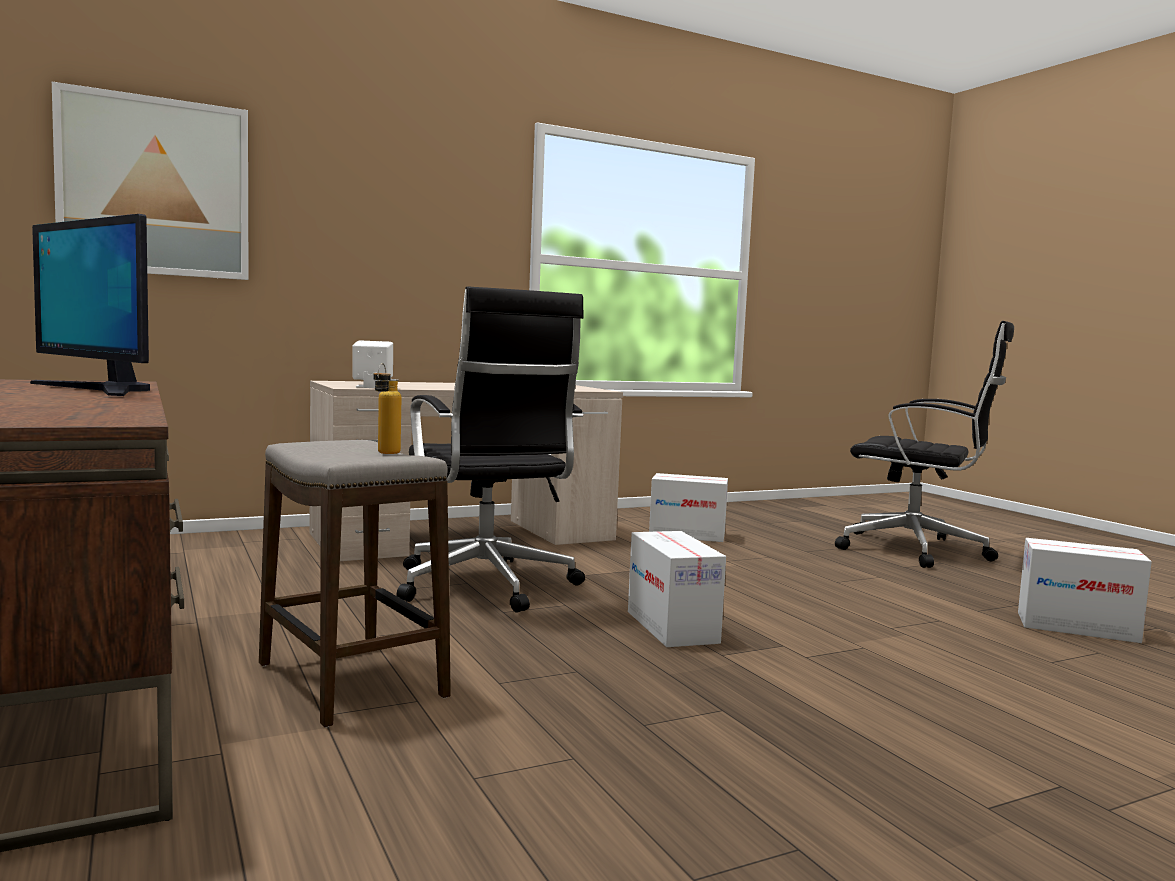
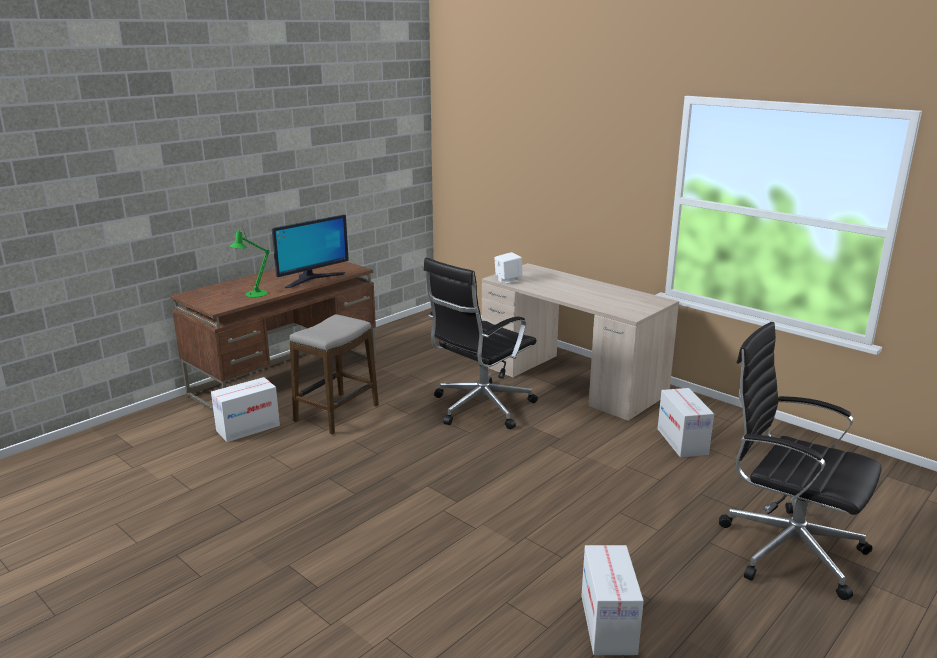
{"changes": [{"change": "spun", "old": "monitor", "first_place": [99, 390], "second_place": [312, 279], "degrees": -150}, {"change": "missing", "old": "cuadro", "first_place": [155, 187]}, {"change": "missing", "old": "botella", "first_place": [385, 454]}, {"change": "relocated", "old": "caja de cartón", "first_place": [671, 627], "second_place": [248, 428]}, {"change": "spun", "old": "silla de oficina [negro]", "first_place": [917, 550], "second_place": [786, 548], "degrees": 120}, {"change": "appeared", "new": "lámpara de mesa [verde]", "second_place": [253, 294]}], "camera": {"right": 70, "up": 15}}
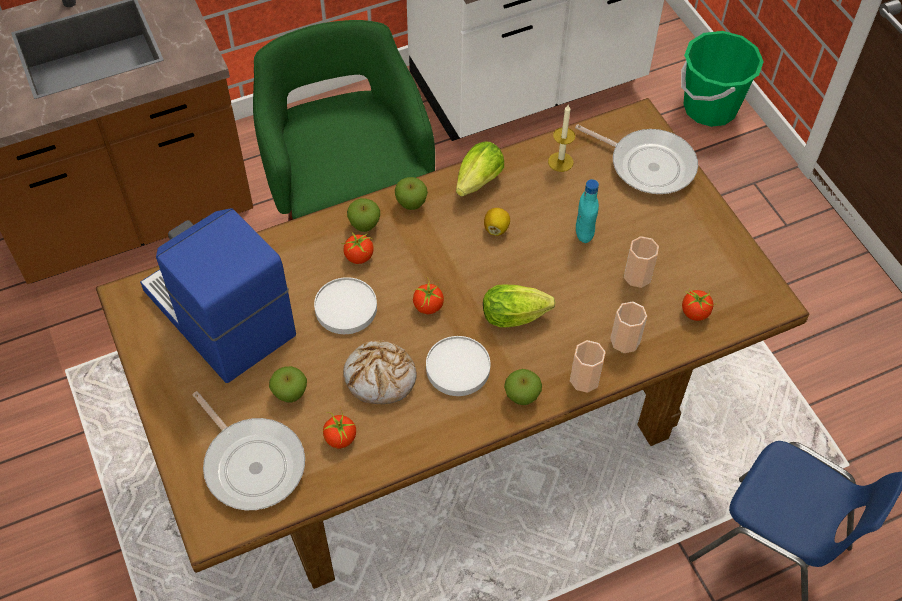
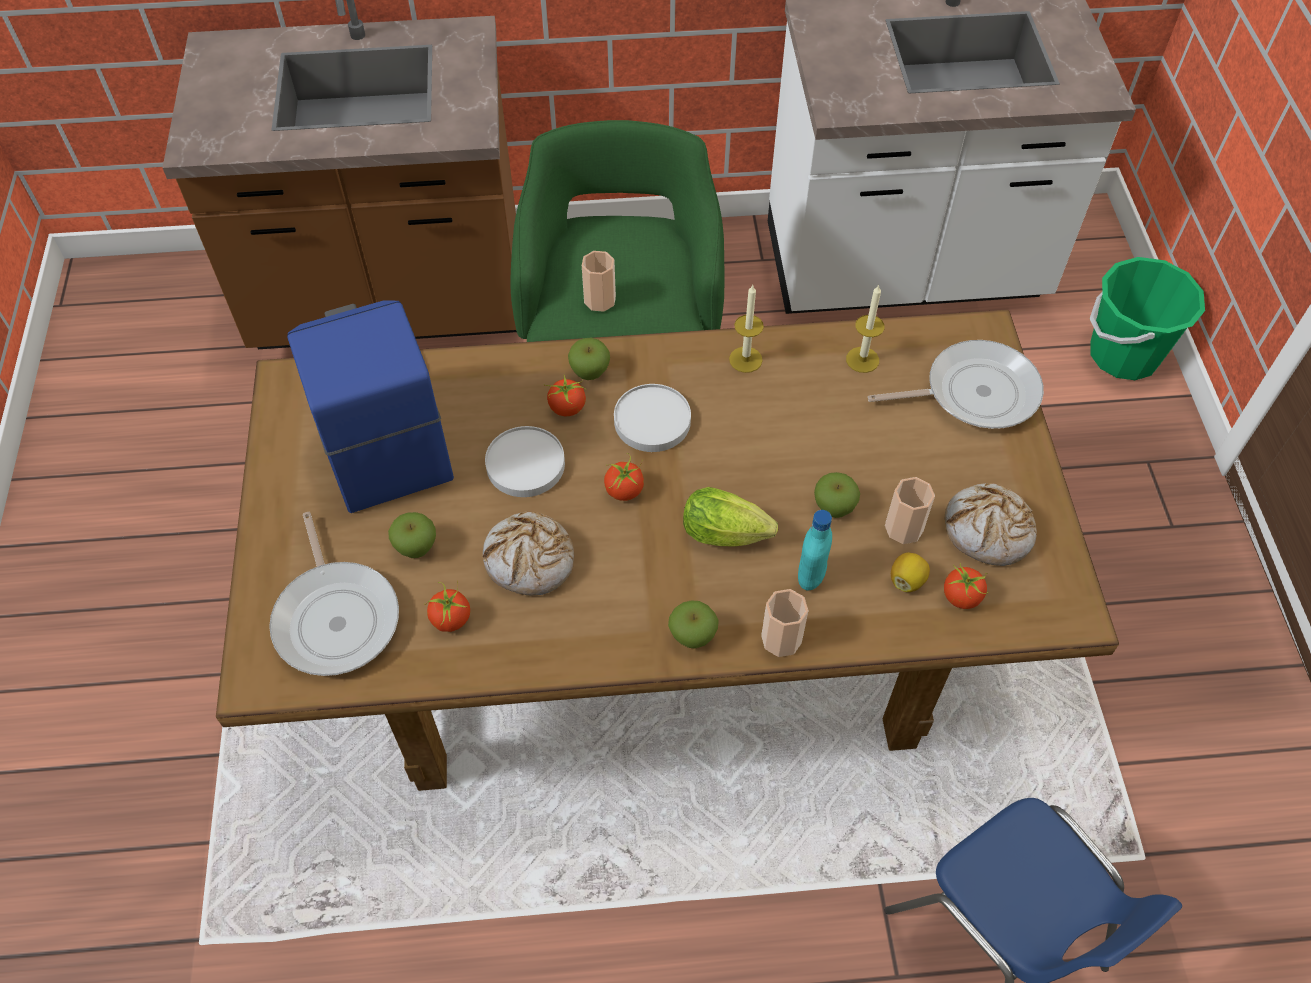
{"changes": [{"change": "relocated", "old": "manzana", "first_place": [411, 203], "second_place": [834, 508]}, {"change": "relocated", "old": "plato [blanco]", "first_place": [458, 368], "second_place": [652, 421]}, {"change": "exchanged", "old": "lechuga", "new": "vela", "first_place": [476, 184], "second_place": [745, 359]}, {"change": "relocated", "old": "limón", "first_place": [496, 228], "second_place": [907, 580]}, {"change": "spun", "old": "sartén", "first_place": [648, 165], "second_place": [974, 392], "degrees": -60}, {"change": "relocated", "old": "botella [turquesa]", "first_place": [584, 233], "second_place": [811, 576]}, {"change": "relocated", "old": "taza", "first_place": [625, 341], "second_place": [600, 300]}, {"change": "appeared", "new": "pan", "second_place": [988, 531]}], "camera": {"right": 20, "up": 0}}
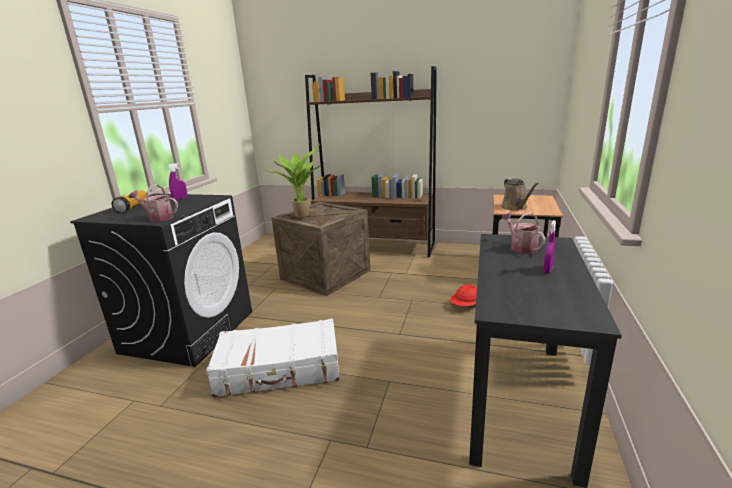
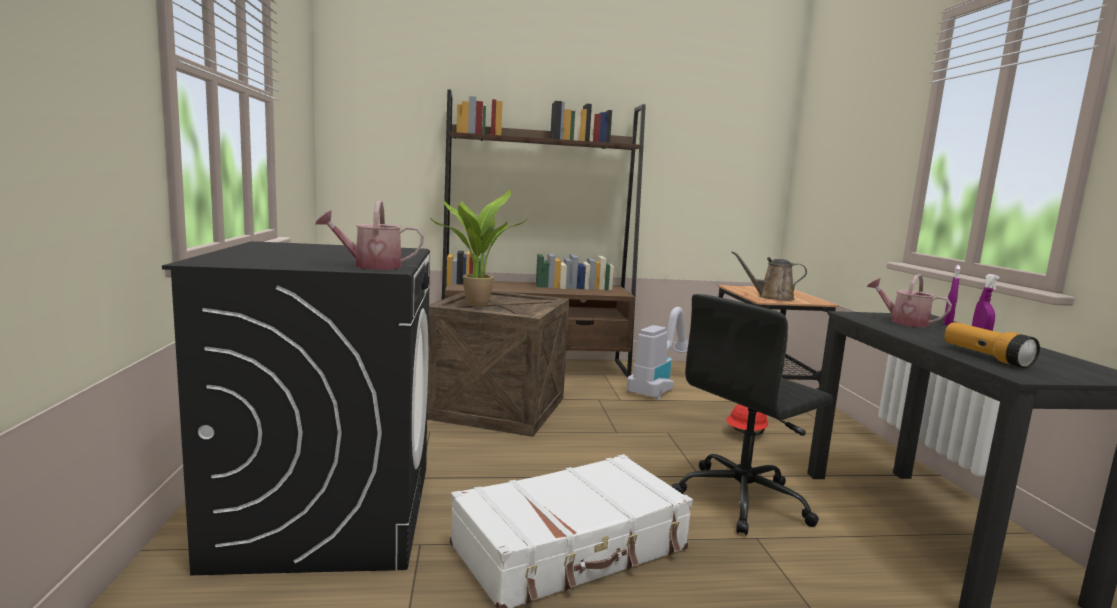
{"changes": [{"change": "relocated", "old": "linterna", "first_place": [133, 207], "second_place": [985, 357]}, {"change": "relocated", "old": "pulverizador [morado]", "first_place": [180, 198], "second_place": [947, 324]}, {"change": "spun", "old": "regadera [marrón]", "first_place": [515, 207], "second_place": [772, 297], "degrees": 135}, {"change": "appeared", "new": "aspiradora", "second_place": [658, 386]}, {"change": "appeared", "new": "silla de oficina [negro]", "second_place": [743, 499]}], "camera": {"right": -25, "up": -10}}
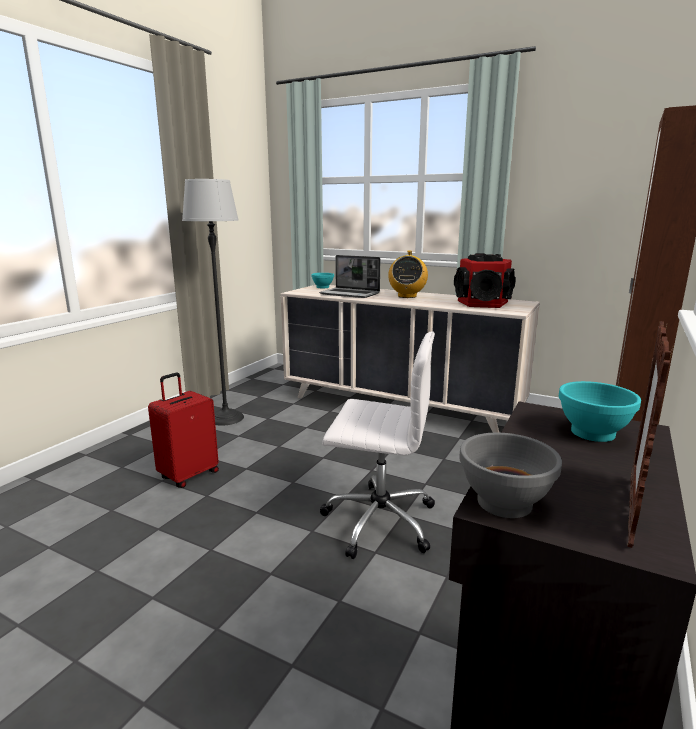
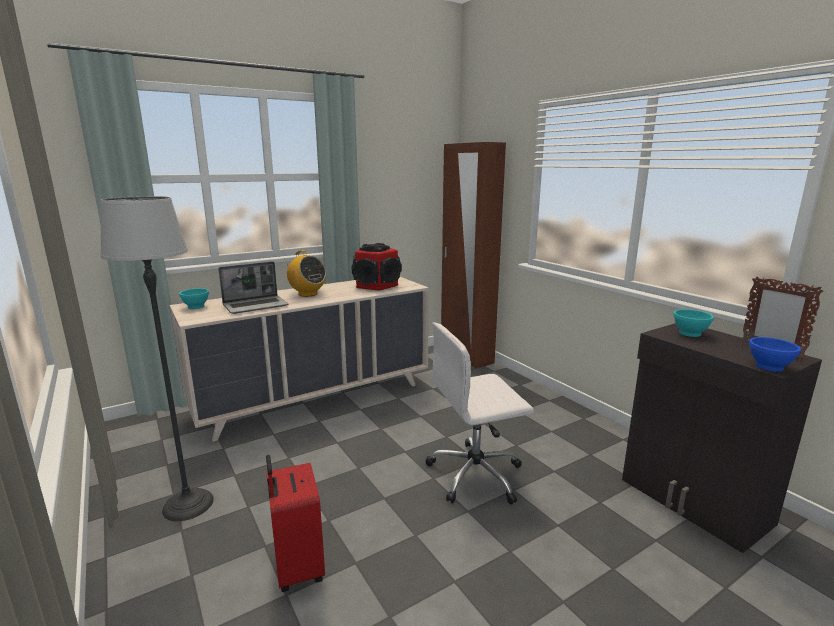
{"changes": [{"change": "spun", "old": "silla de oficina [blanco]", "first_place": [377, 520], "second_place": [476, 474], "degrees": -150}, {"change": "colour", "old": "cuenco [gris]", "new": "cuenco [azul]", "first_place": [502, 503], "second_place": [769, 367]}], "camera": {"right": -60, "up": 0}}
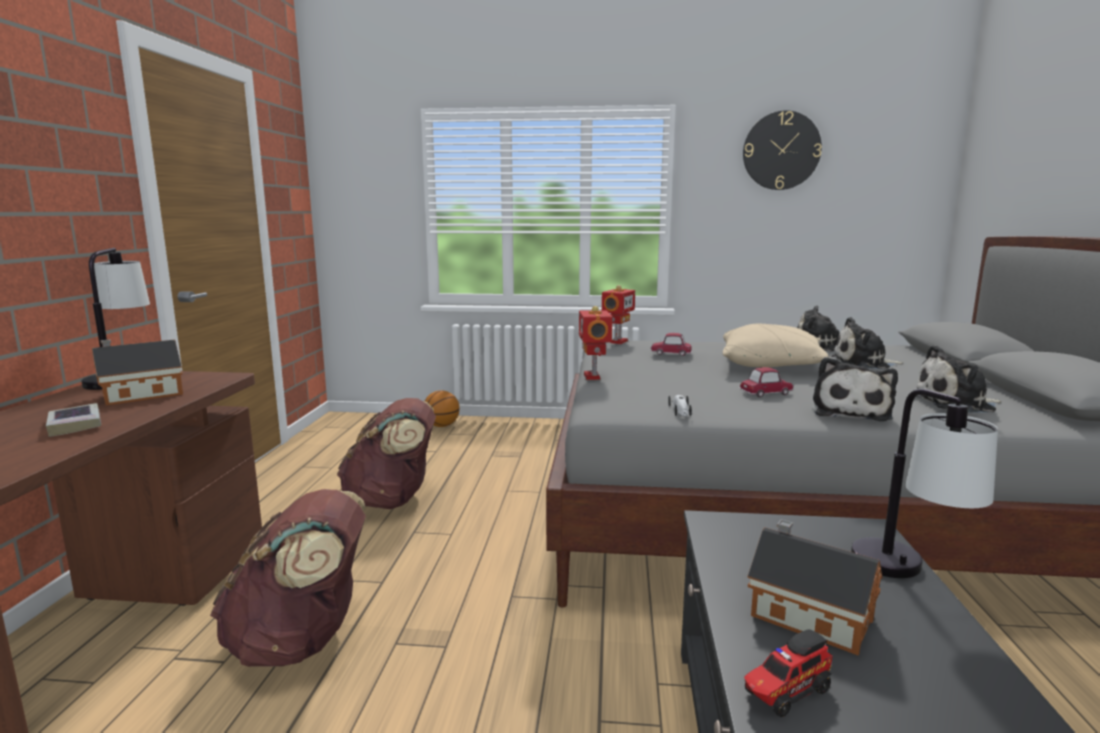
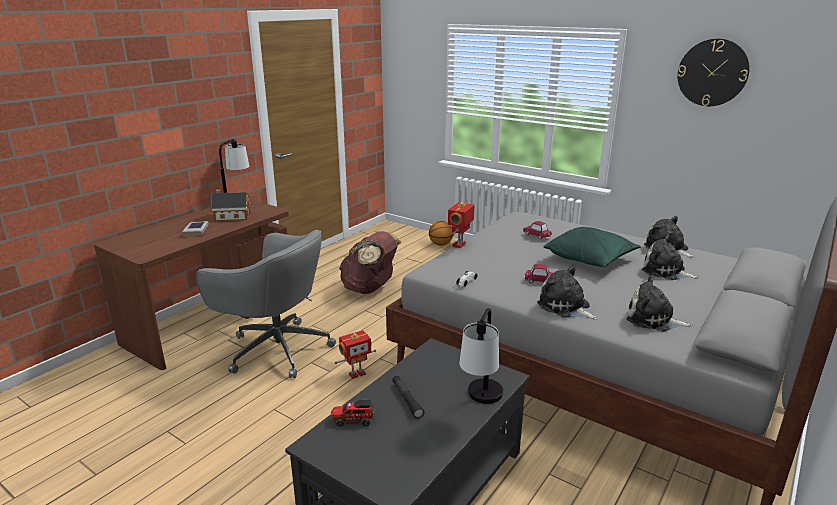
{"changes": [{"change": "exchanged", "old": "mochila [marrón]", "new": "silla de oficina [gris]", "first_place": [302, 641], "second_place": [276, 349]}, {"change": "relocated", "old": "robot de juguete", "first_place": [617, 341], "second_place": [356, 373]}, {"change": "colour", "old": "cojín [beis]", "new": "cojín [verde]", "first_place": [771, 365], "second_place": [590, 259]}, {"change": "exchanged", "old": "casita", "new": "linterna [negro]", "first_place": [806, 615], "second_place": [407, 400]}, {"change": "spun", "old": "peluche", "first_place": [850, 412], "second_place": [565, 307], "degrees": 90}], "camera": {"right": 30, "up": 10}}
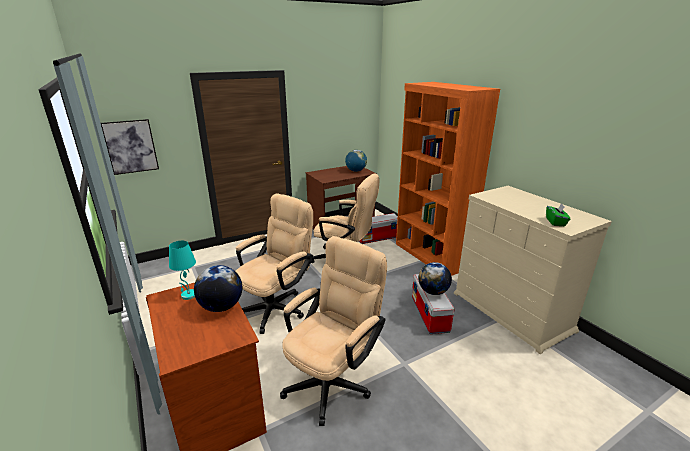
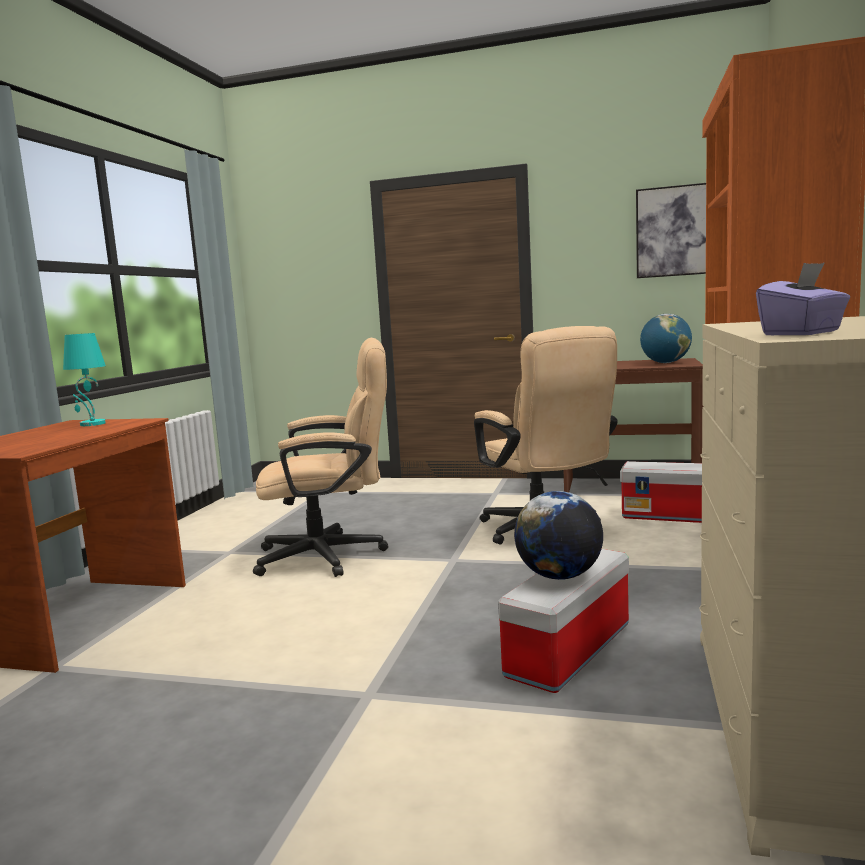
{"changes": [{"change": "relocated", "old": "cuadro", "first_place": [131, 146], "second_place": [673, 231]}, {"change": "missing", "old": "globo terráqueo", "first_place": [221, 307]}, {"change": "missing", "old": "silla de oficina [beis]", "first_place": [333, 379]}, {"change": "colour", "old": "caja de pañuelos [verde]", "new": "caja de pañuelos [morado]", "first_place": [555, 222], "second_place": [802, 333]}], "camera": {"right": 45, "up": -15}}
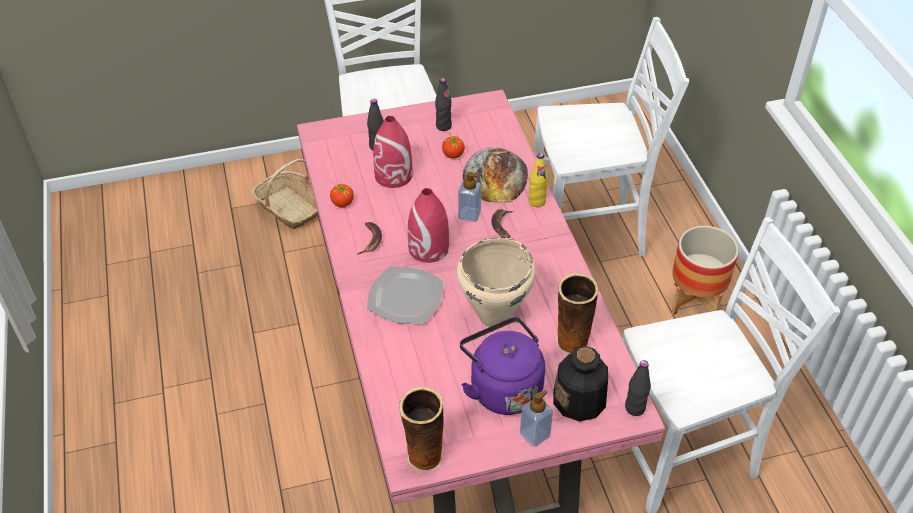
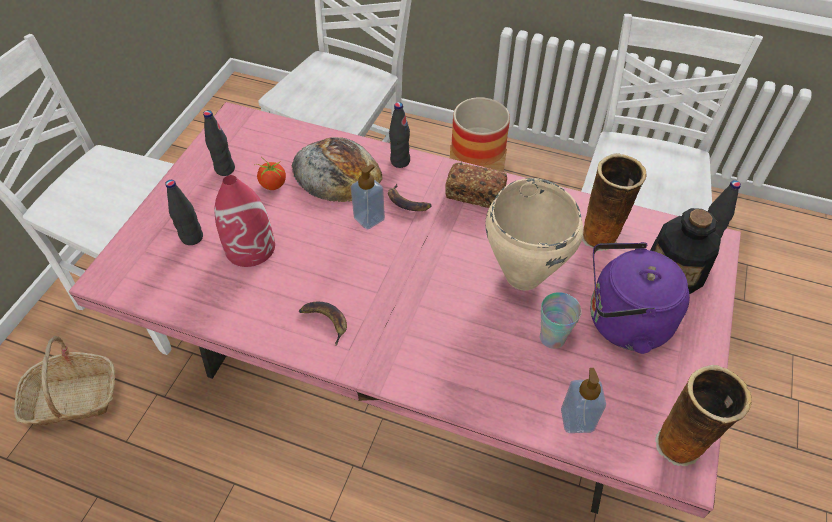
{"changes": [{"change": "missing", "old": "tomate", "first_place": [342, 203]}, {"change": "missing", "old": "plato", "first_place": [406, 297]}, {"change": "missing", "old": "florero [rojo]", "first_place": [428, 248]}, {"change": "relocated", "old": "dispensador de jabón", "first_place": [535, 434], "second_place": [577, 419]}, {"change": "colour", "old": "botella [amarillo]", "new": "botella [negro]", "first_place": [537, 201], "second_place": [400, 161]}, {"change": "appeared", "new": "pan", "second_place": [475, 194]}, {"change": "appeared", "new": "taza", "second_place": [552, 338]}], "camera": {"right": -55, "up": 5}}
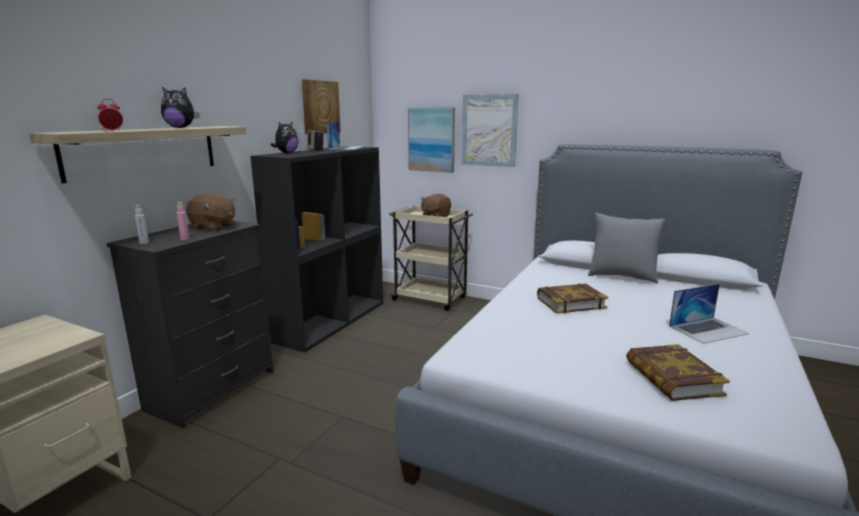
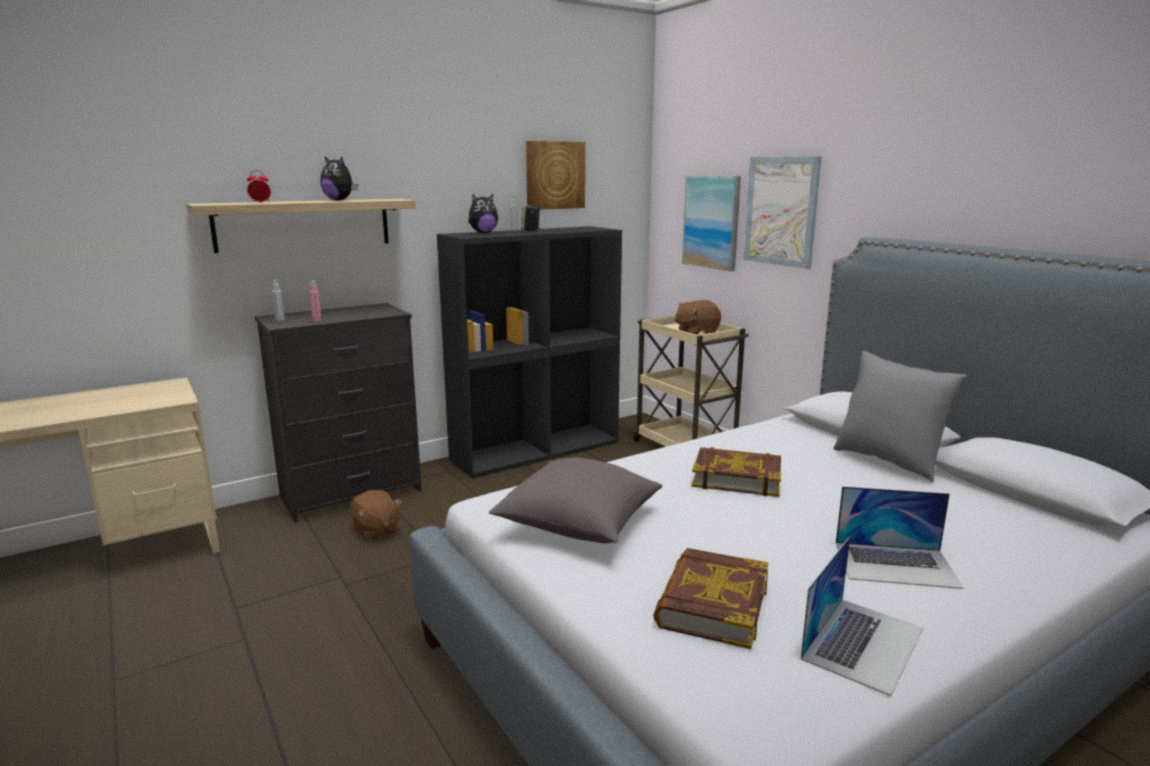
{"changes": [{"change": "relocated", "old": "peluche [marrón]", "first_place": [213, 227], "second_place": [376, 530]}, {"change": "relocated", "old": "portátil", "first_place": [346, 148], "second_place": [863, 643]}, {"change": "appeared", "new": "cojín [gris]", "second_place": [578, 524]}], "camera": {"right": 30, "up": 0}}
